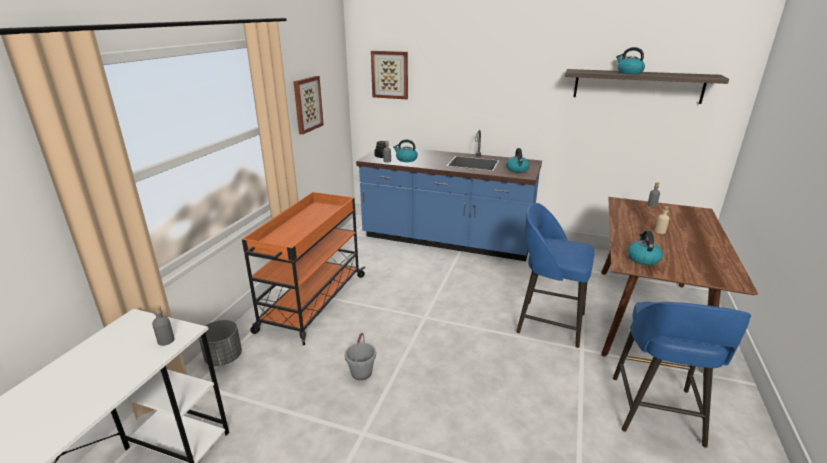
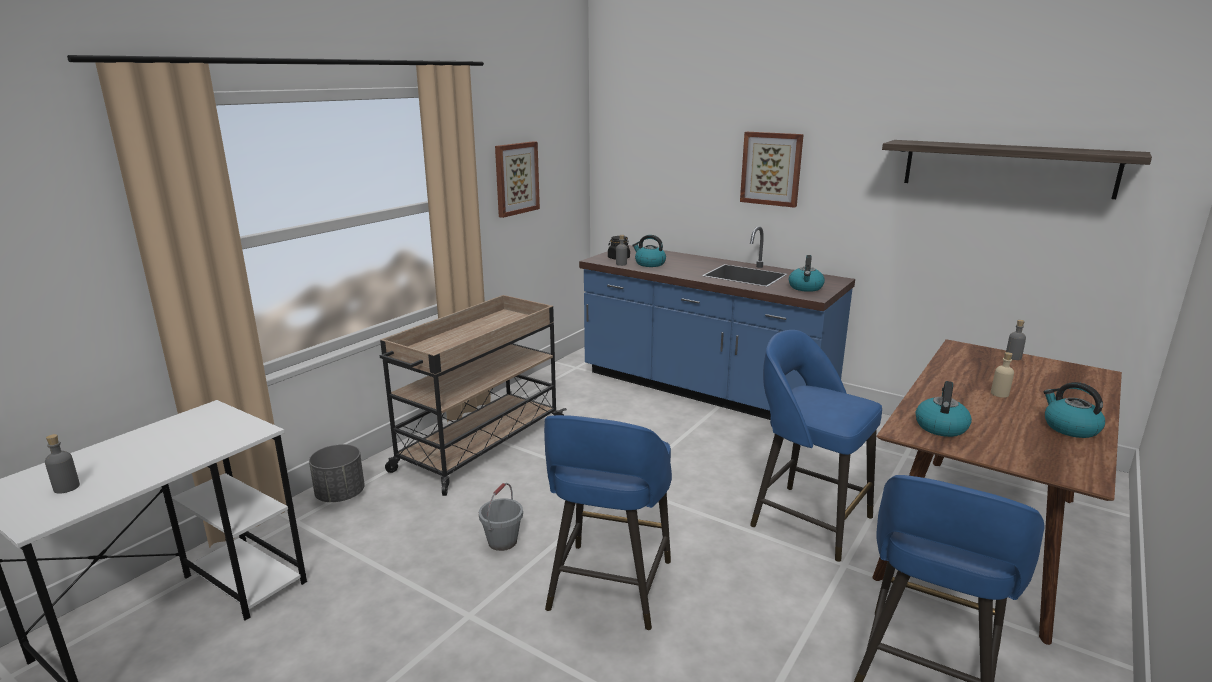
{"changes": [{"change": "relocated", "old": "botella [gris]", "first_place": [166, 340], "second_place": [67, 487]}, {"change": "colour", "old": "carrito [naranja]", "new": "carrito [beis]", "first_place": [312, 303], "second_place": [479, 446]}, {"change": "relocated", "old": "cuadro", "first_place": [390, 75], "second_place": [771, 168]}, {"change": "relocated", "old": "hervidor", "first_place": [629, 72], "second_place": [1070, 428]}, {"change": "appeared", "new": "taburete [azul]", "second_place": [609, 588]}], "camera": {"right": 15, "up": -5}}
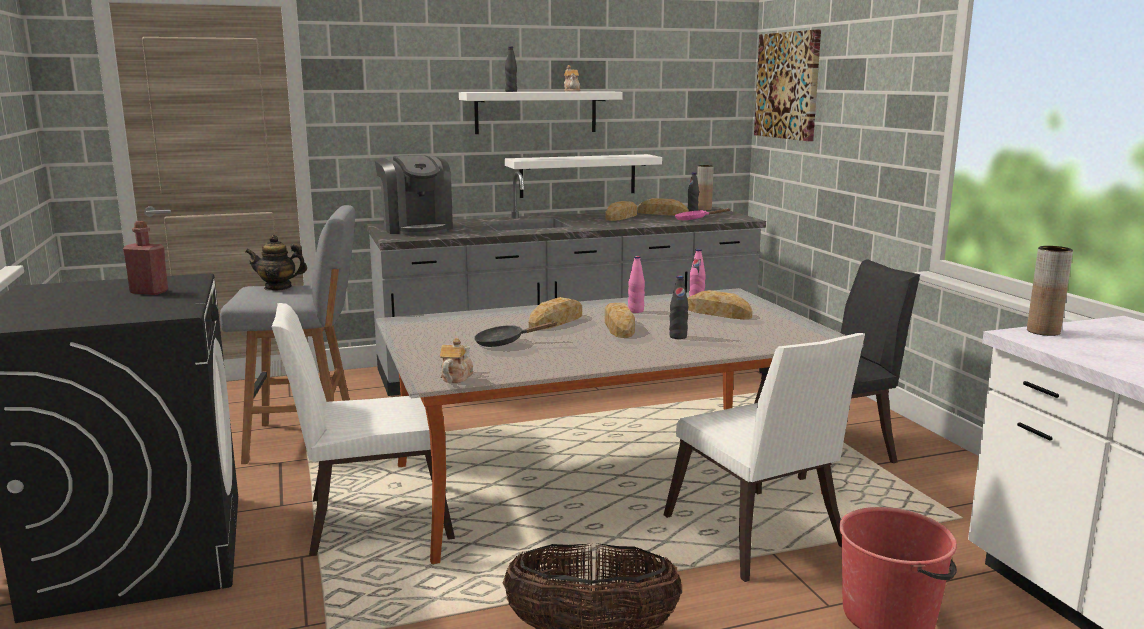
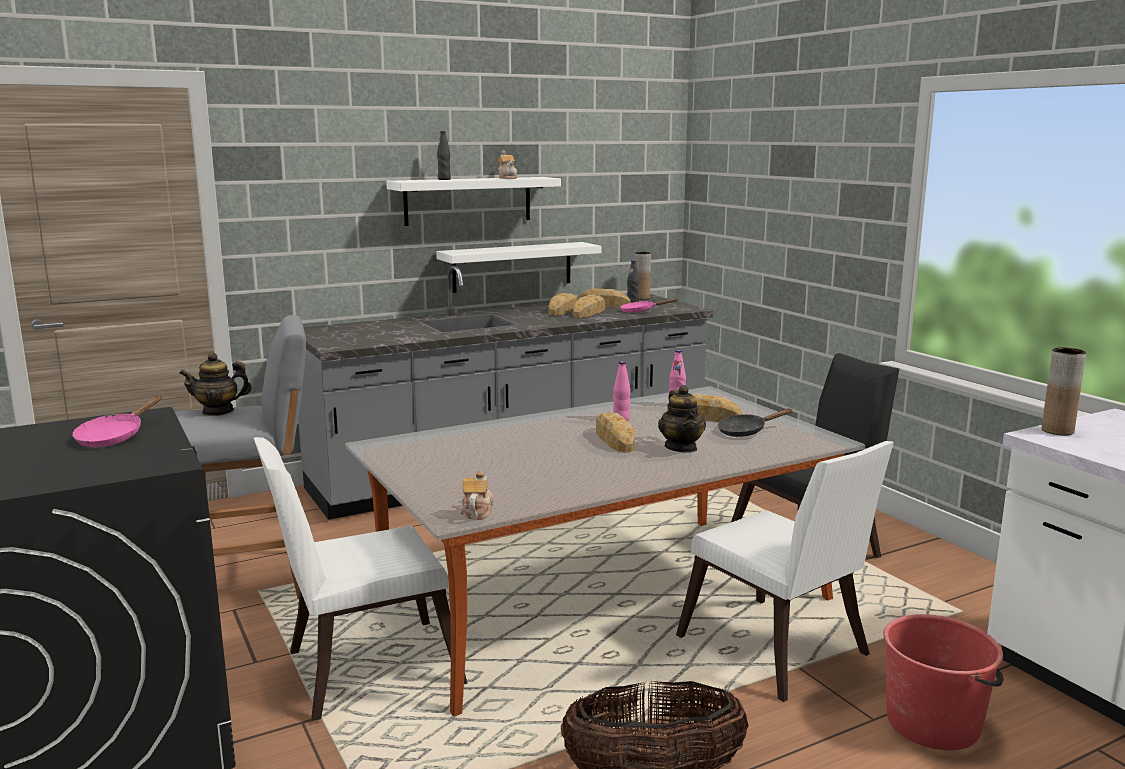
{"changes": [{"change": "exchanged", "old": "botella [rojo]", "new": "sartén [rosa]", "first_place": [149, 292], "second_place": [114, 437]}, {"change": "missing", "old": "cafetera", "first_place": [416, 228]}, {"change": "relocated", "old": "sartén [negro]", "first_place": [504, 342], "second_place": [746, 431]}, {"change": "relocated", "old": "pan", "first_place": [555, 321], "second_place": [588, 312]}, {"change": "exchanged", "old": "botella [negro]", "new": "tetera", "first_place": [678, 337], "second_place": [681, 448]}, {"change": "missing", "old": "cuadro", "first_place": [788, 85]}], "camera": {"right": -10, "up": 0}}
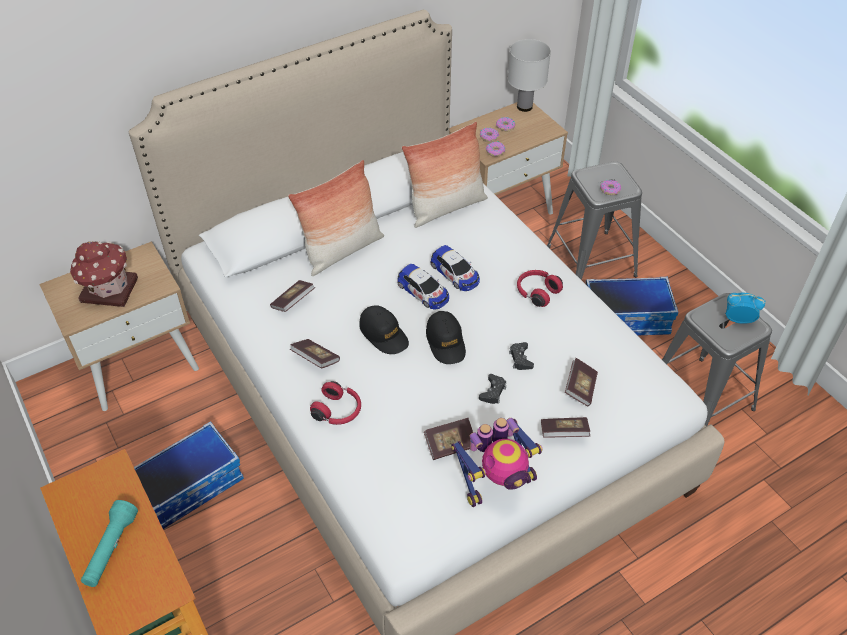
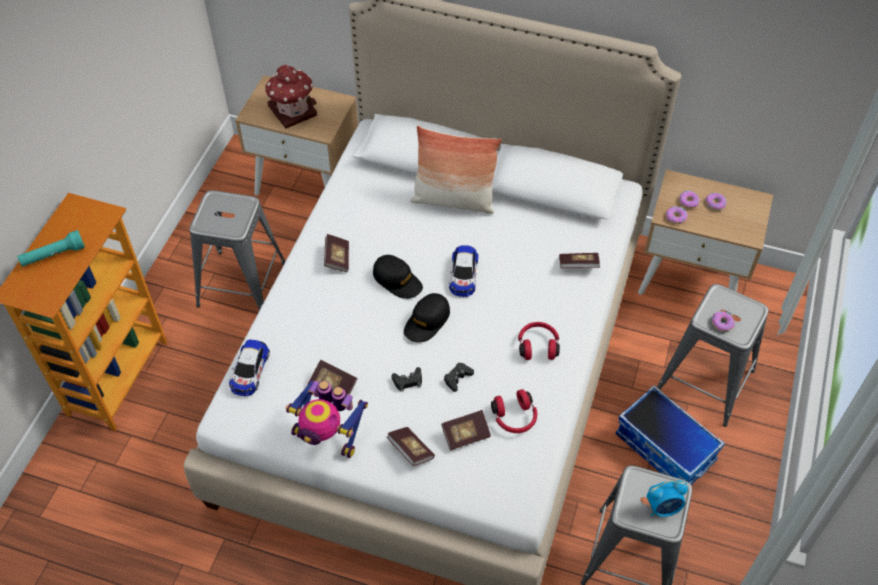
{"changes": [{"change": "exchanged", "old": "caja de almacenaje", "new": "taburete [gris]", "first_place": [190, 485], "second_place": [241, 284]}, {"change": "relocated", "old": "libro", "first_place": [293, 302], "second_place": [578, 266]}, {"change": "relocated", "old": "auriculares [rojo]", "first_place": [338, 411], "second_place": [515, 418]}, {"change": "spun", "old": "gorra [negro]", "first_place": [384, 334], "second_place": [397, 280], "degrees": -60}, {"change": "missing", "old": "cojín", "first_place": [446, 207]}, {"change": "relocated", "old": "coche de juguete", "first_place": [455, 273], "second_place": [249, 371]}, {"change": "missing", "old": "lámpara de mesa [blanco]", "first_place": [524, 106]}, {"change": "spun", "old": "despertador", "first_place": [738, 319], "second_place": [663, 507], "degrees": 105}], "camera": {"right": 50, "up": 5}}
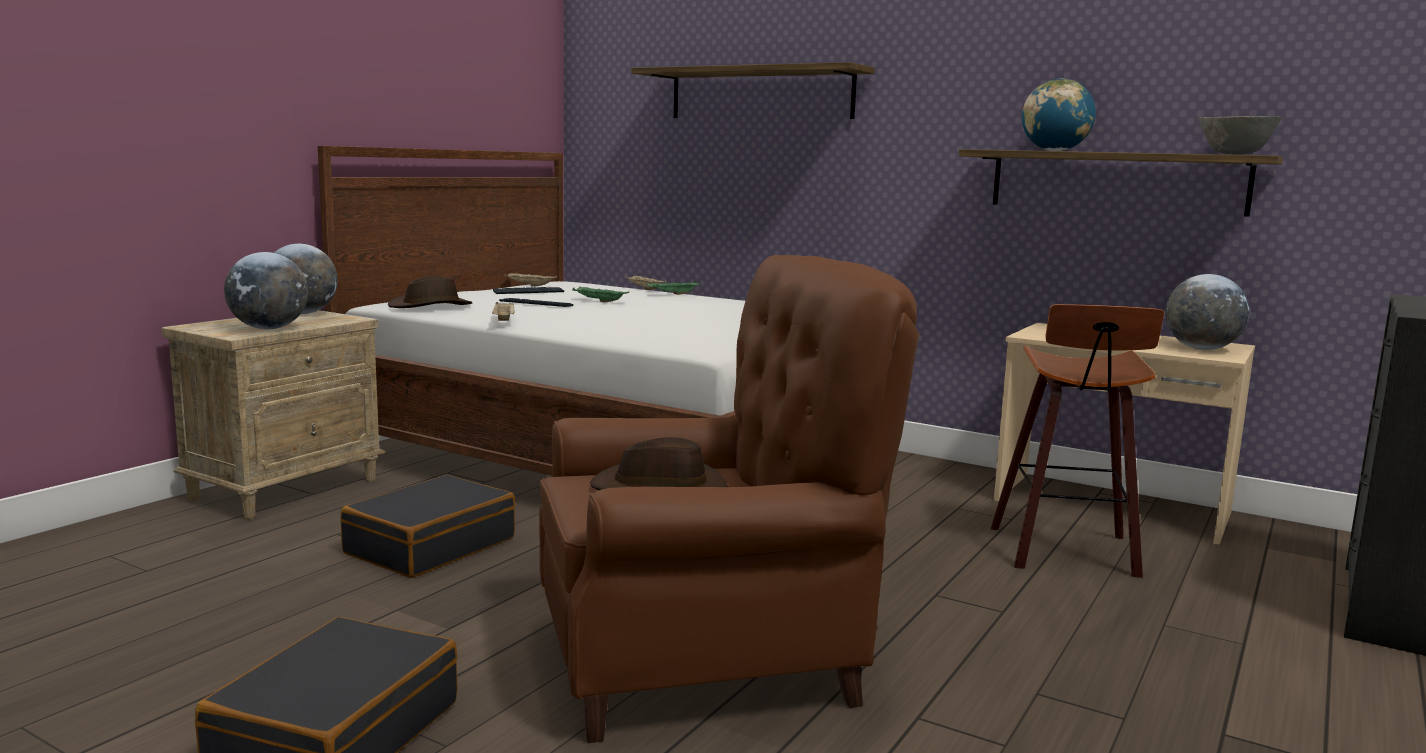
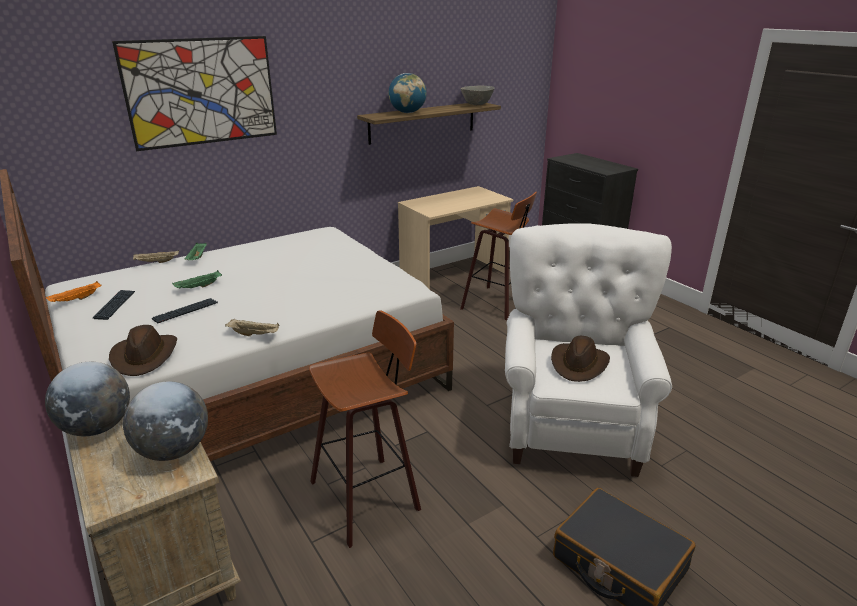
{"changes": [{"change": "exchanged", "old": "maleta [negro]", "new": "taburete", "first_place": [430, 546], "second_place": [368, 495]}, {"change": "colour", "old": "bandeja [beis]", "new": "bandeja [naranja]", "first_place": [529, 285], "second_place": [76, 300]}, {"change": "colour", "old": "sillón [marrón]", "new": "sillón [blanco]", "first_place": [713, 662], "second_place": [571, 423]}, {"change": "exchanged", "old": "estante", "new": "cuadro", "first_place": [760, 94], "second_place": [202, 92]}, {"change": "missing", "old": "globo terráqueo", "first_place": [1201, 349]}], "camera": {"right": -65, "up": 15}}
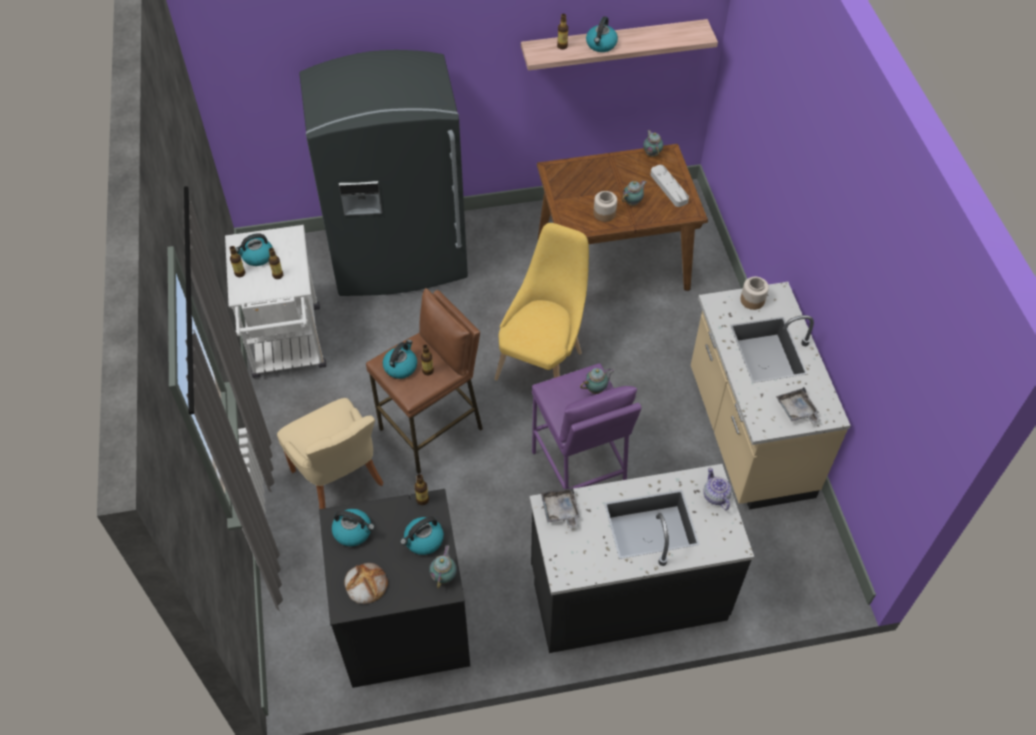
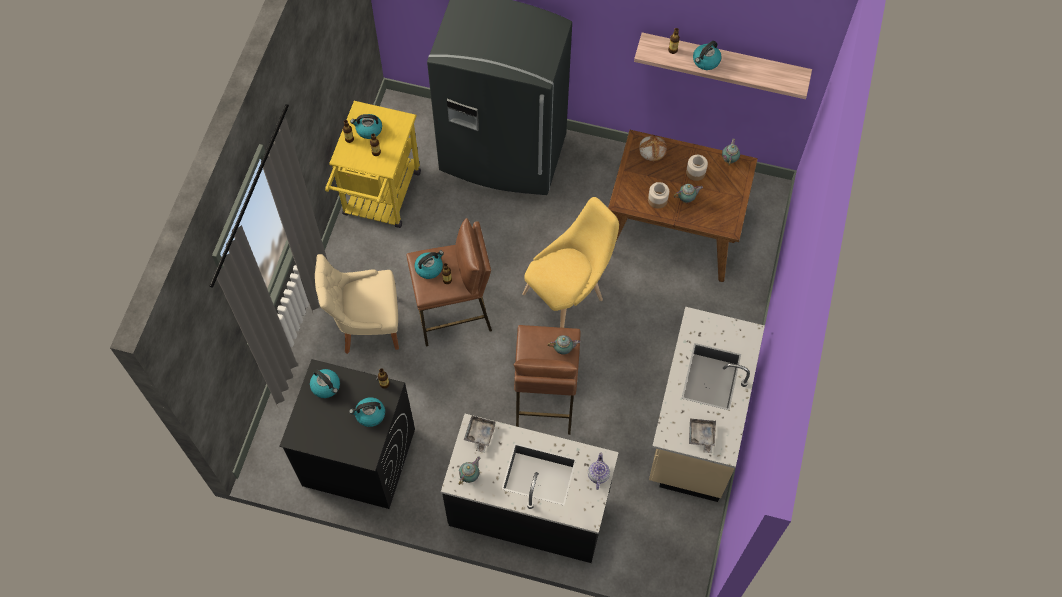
{"changes": [{"change": "colour", "old": "carrito [blanco]", "new": "carrito [amarillo]", "first_place": [288, 348], "second_place": [379, 199]}, {"change": "spun", "old": "silla [beis]", "first_place": [339, 479], "second_place": [366, 325], "degrees": 90}, {"change": "relocated", "old": "pan", "first_place": [365, 584], "second_place": [652, 149]}, {"change": "relocated", "old": "tetera", "first_place": [444, 575], "second_place": [470, 475]}, {"change": "colour", "old": "taburete [morado]", "new": "taburete [marrón]", "first_place": [578, 474], "second_place": [544, 400]}, {"change": "missing", "old": "bandeja [gris]", "first_place": [669, 188]}, {"change": "relocated", "old": "tarro", "first_place": [752, 300], "second_place": [696, 172]}], "camera": {"right": 25, "up": 10}}
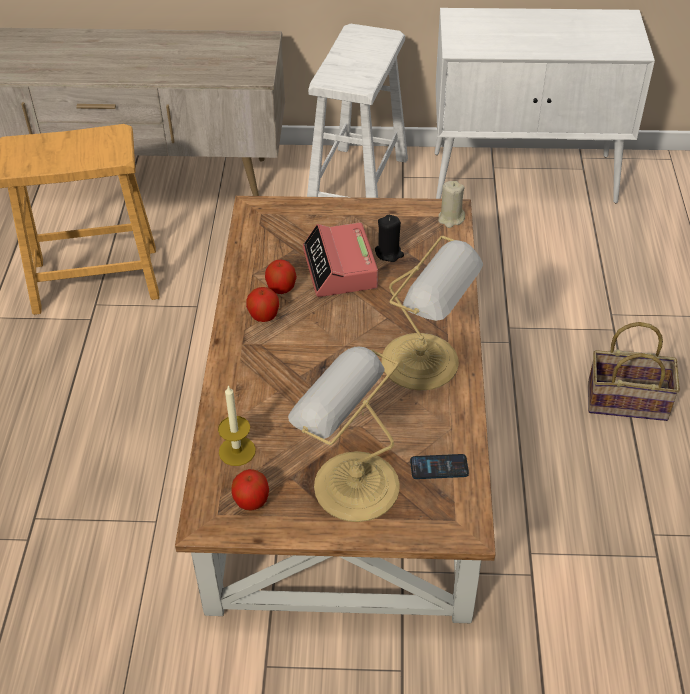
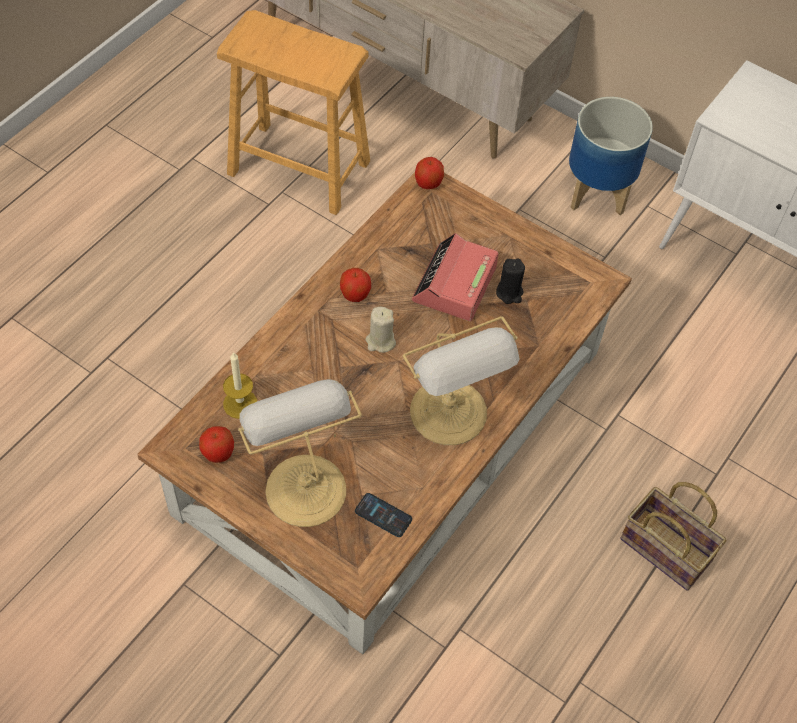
{"changes": [{"change": "relocated", "old": "manzana", "first_place": [281, 288], "second_place": [428, 183]}, {"change": "exchanged", "old": "taburete [blanco]", "new": "maceta", "first_place": [357, 185], "second_place": [597, 192]}, {"change": "relocated", "old": "vela [beis]", "first_place": [451, 219], "second_place": [380, 341]}], "camera": {"right": 30, "up": 10}}
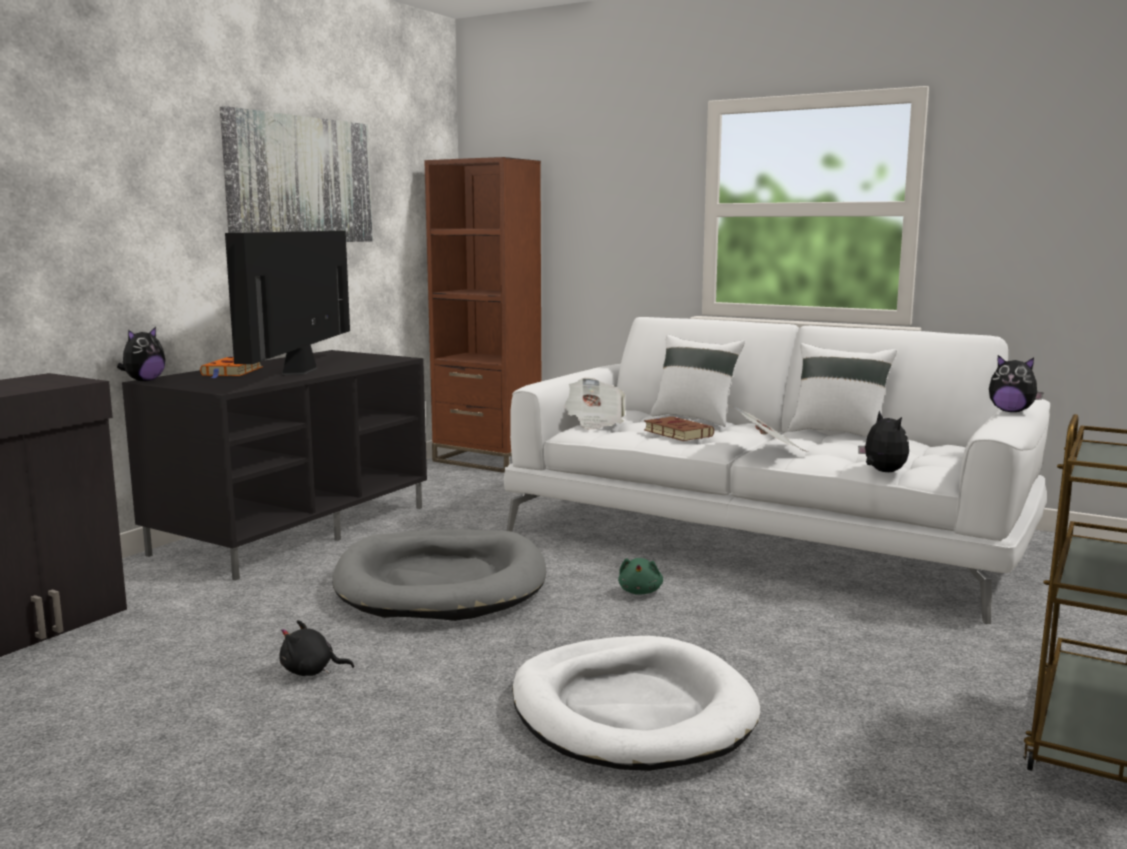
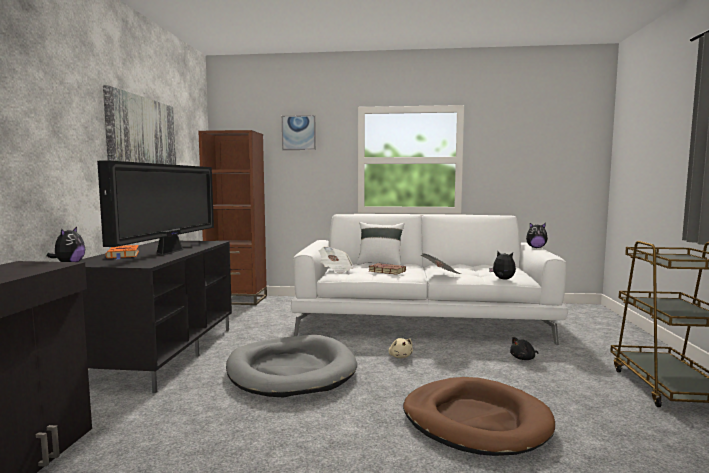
{"changes": [{"change": "spun", "old": "televisor", "first_place": [299, 371], "second_place": [170, 252], "degrees": -150}, {"change": "relocated", "old": "peluche [negro]", "first_place": [311, 671], "second_place": [523, 358]}, {"change": "colour", "old": "cama para perro [blanco]", "new": "cama para perro [marrón]", "first_place": [631, 711], "second_place": [475, 421]}, {"change": "colour", "old": "peluche [verde]", "new": "peluche [beis]", "first_place": [640, 591], "second_place": [400, 356]}, {"change": "missing", "old": "cojín [blanco]", "first_place": [838, 433]}, {"change": "appeared", "new": "cuadro", "second_place": [298, 133]}], "camera": {"right": -25, "up": -5}}
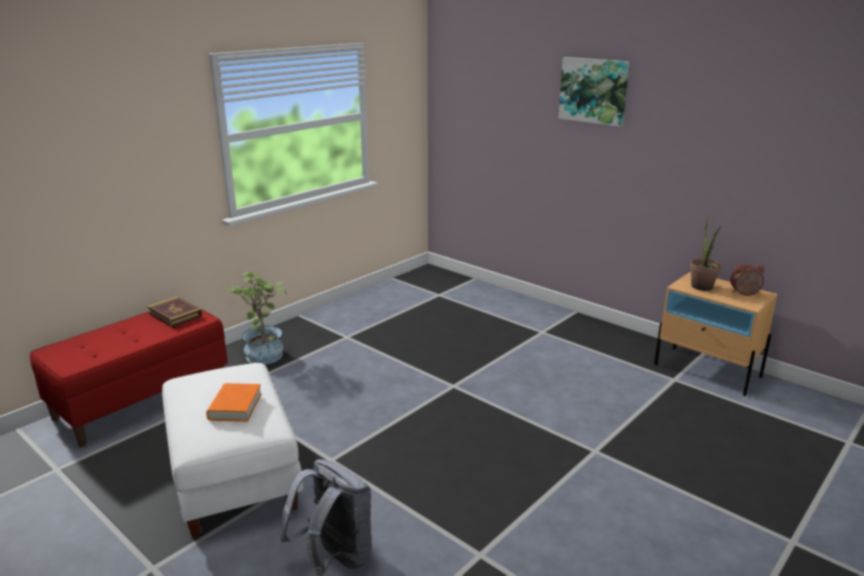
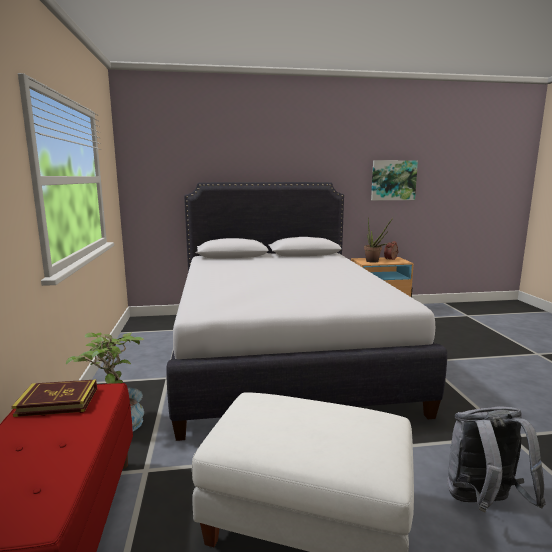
{"changes": [{"change": "missing", "old": "libro [naranja]", "first_place": [235, 407]}, {"change": "relocated", "old": "cuadro", "first_place": [594, 90], "second_place": [393, 180]}, {"change": "appeared", "new": "cama [blanco]", "second_place": [281, 353]}], "camera": {"right": -50, "up": -10}}
